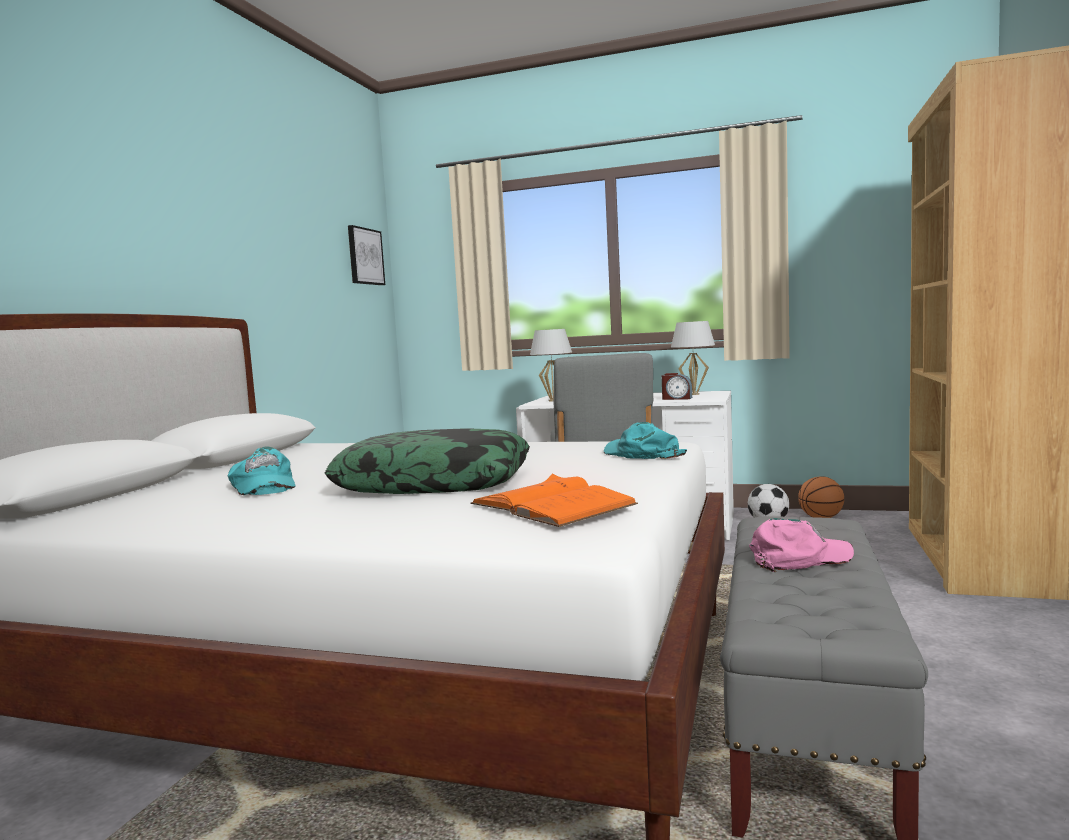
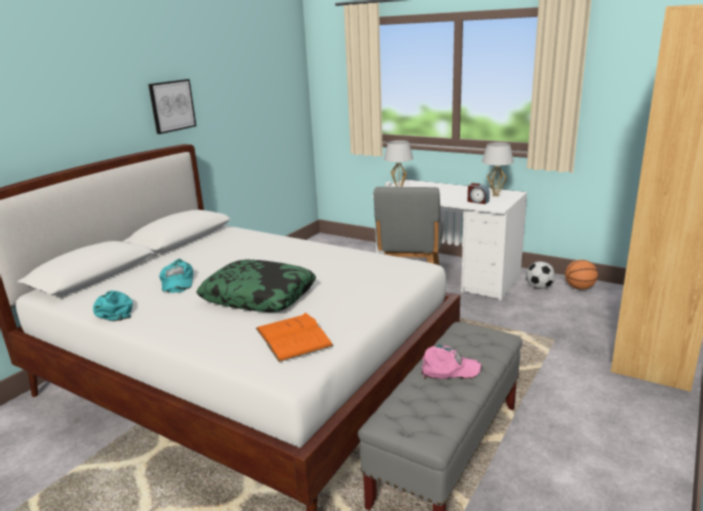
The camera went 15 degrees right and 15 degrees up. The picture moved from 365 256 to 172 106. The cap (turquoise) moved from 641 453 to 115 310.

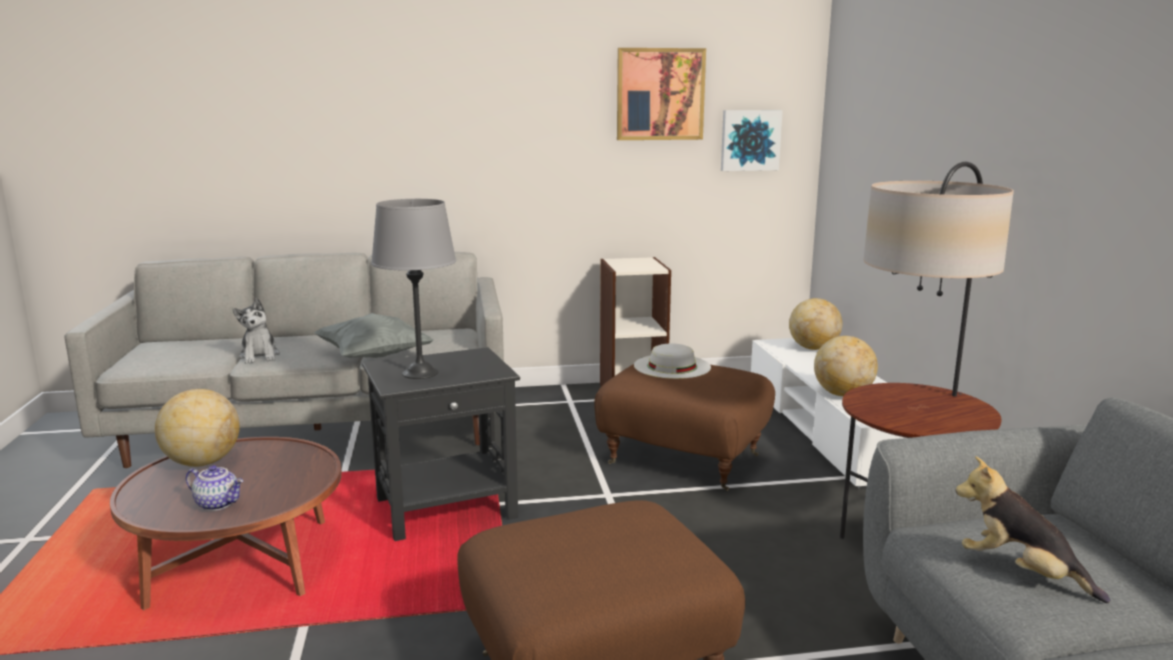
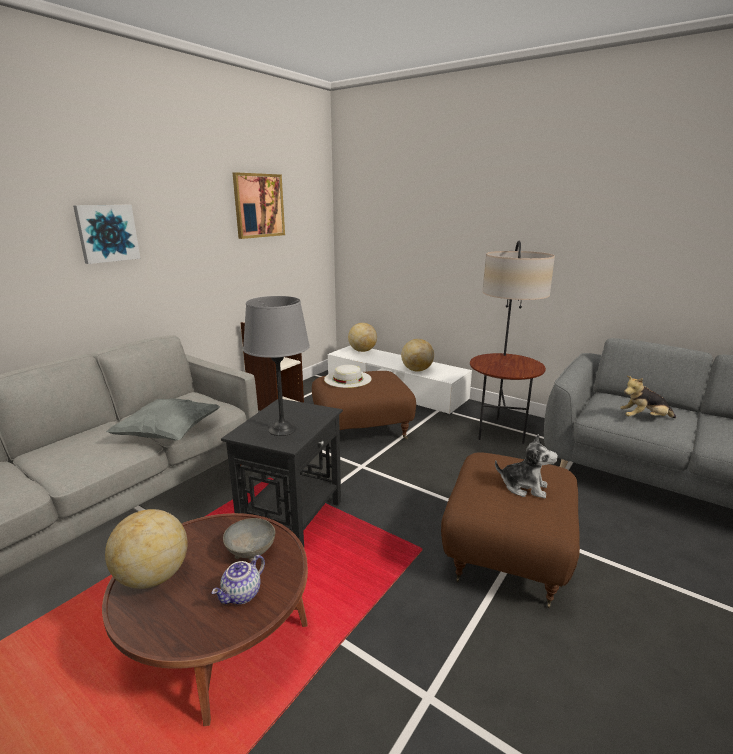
The camera went 45 degrees left and 5 degrees up. The bowl (grey) at 251 552 appeared. The plush toy moved from 260 356 to 524 487. The picture moved from 750 140 to 107 233. The teapot at 218 503 turned 150 degrees clockwise.

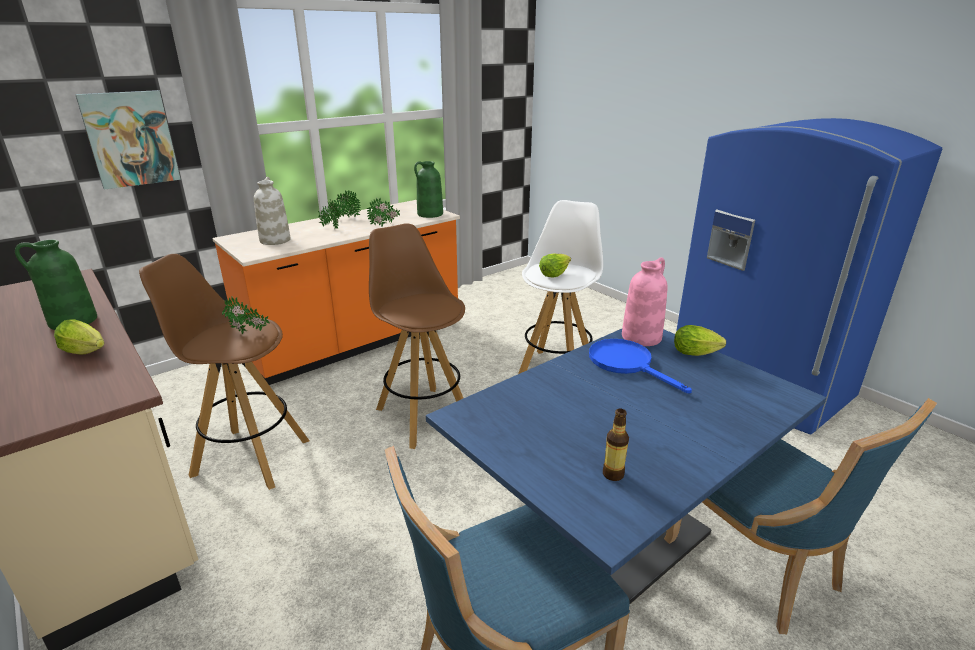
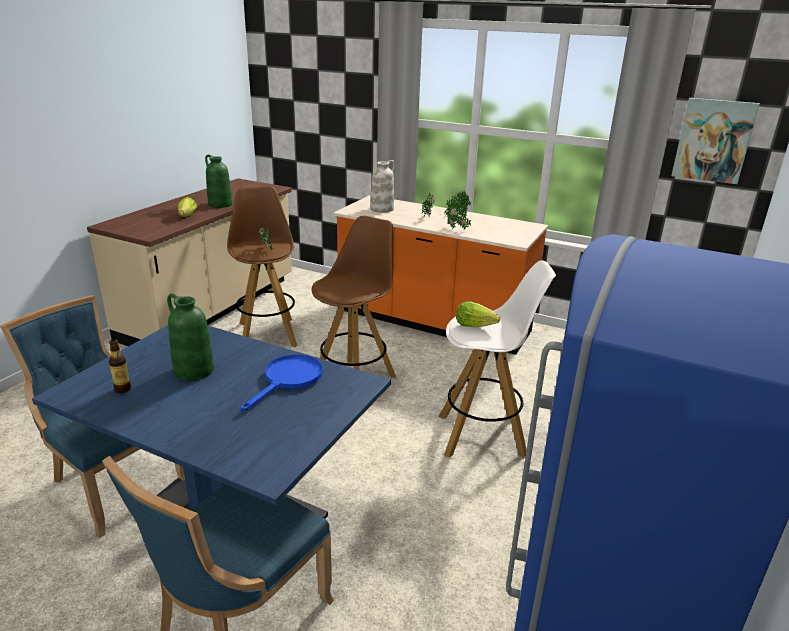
The camera went 65 degrees right and 0 degrees up. The vase (pink) at 641 337 disappeared. The lettuce at 697 354 disappeared. The picture moved from 130 139 to 713 140. The vase (green) moved from 430 214 to 193 370.

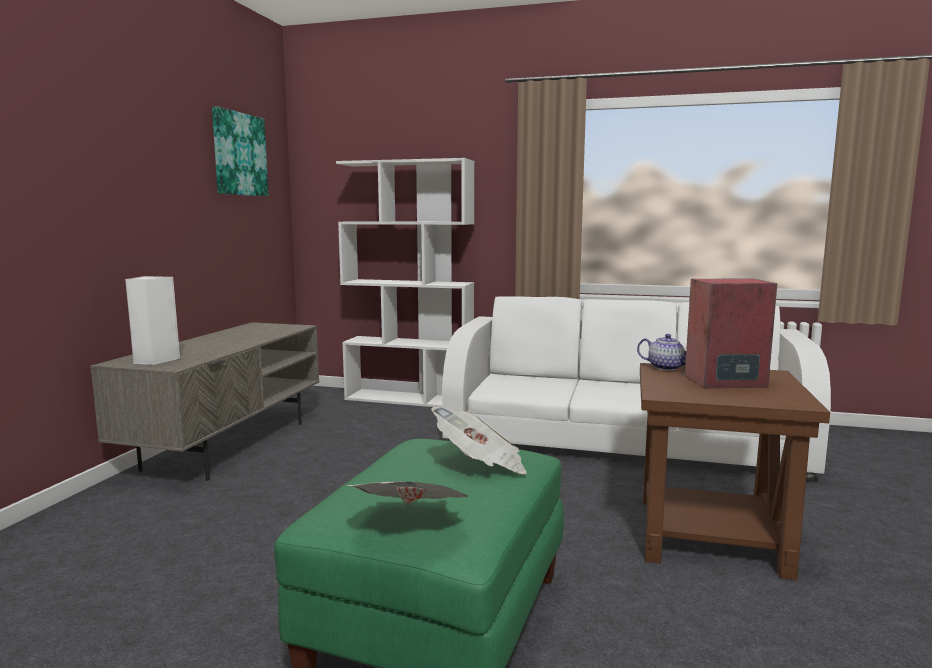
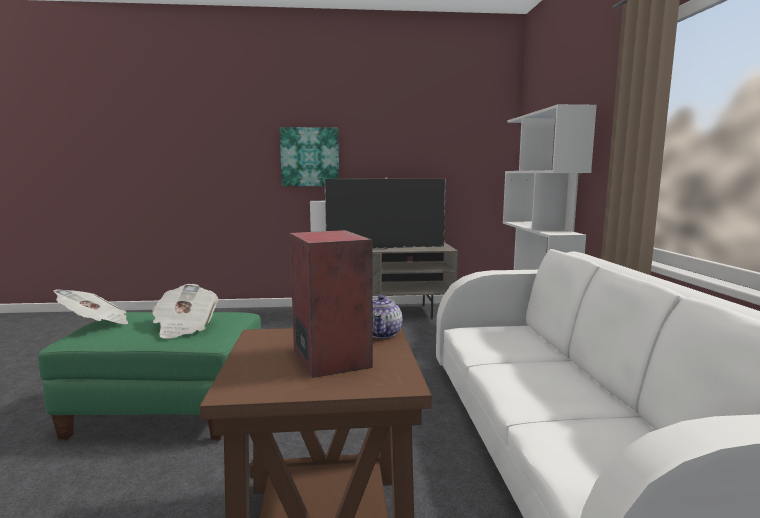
The camera went 70 degrees right and 0 degrees up. The television at 385 248 appeared. The picture moved from 239 154 to 310 157.

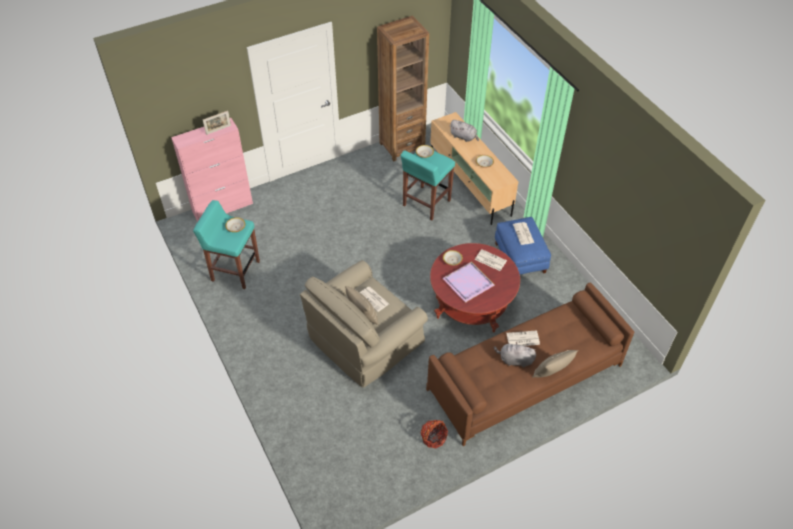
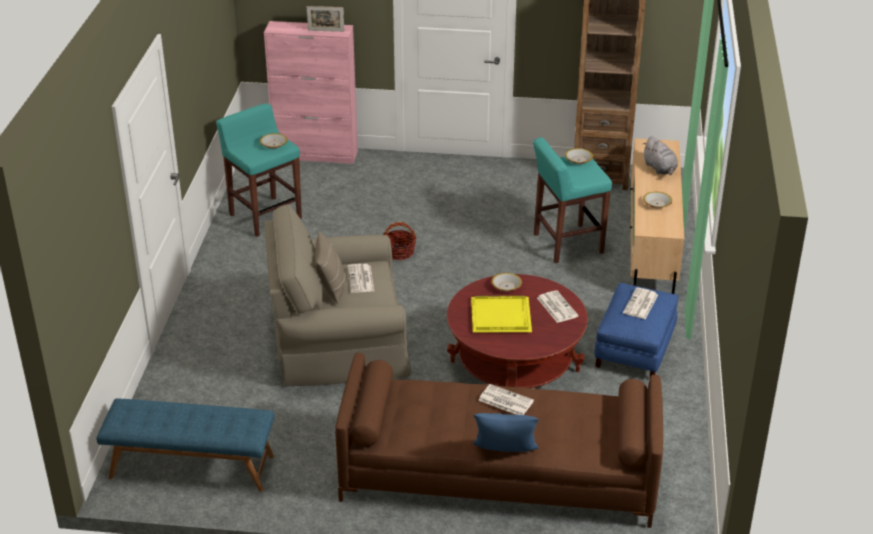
The camera went 35 degrees right and 15 degrees down. The plush toy (grey) at 514 360 disappeared. The bench (blue) at 191 467 appeared. The basket moved from 433 437 to 399 252. The tray (purple) at 468 283 became the tray (yellow) at 499 317. The pillow (beige) at 551 373 became the pillow (blue) at 505 452.

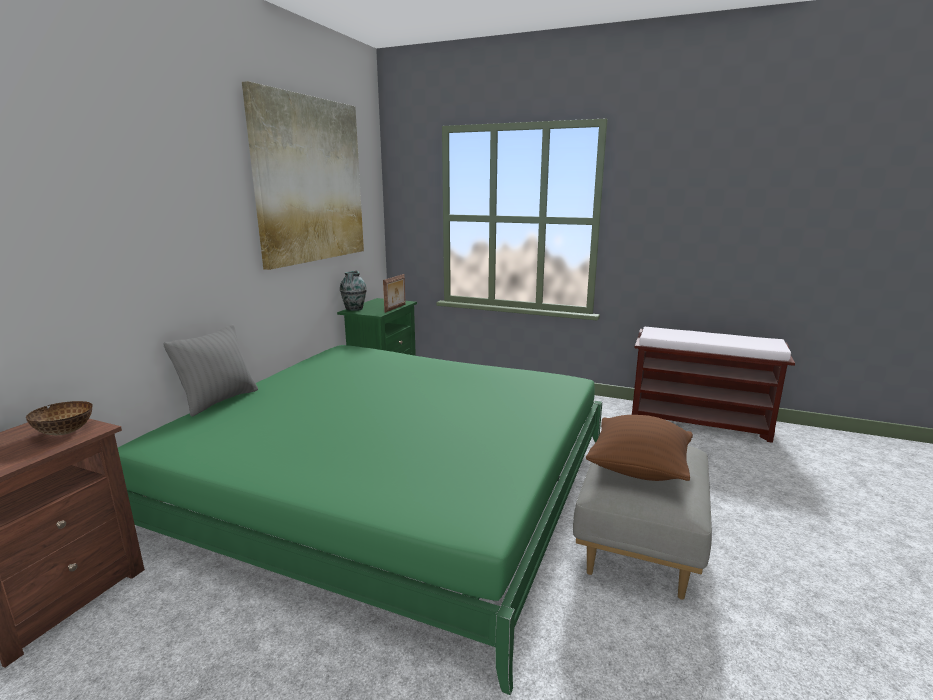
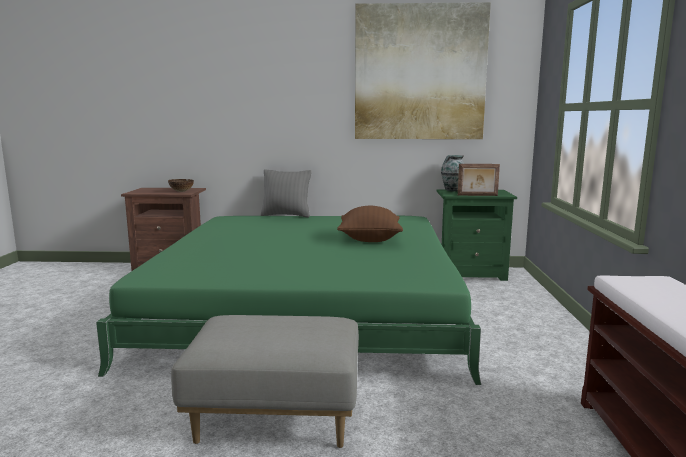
The camera went 70 degrees right and 5 degrees down. The pillow (brown) moved from 638 469 to 370 239.

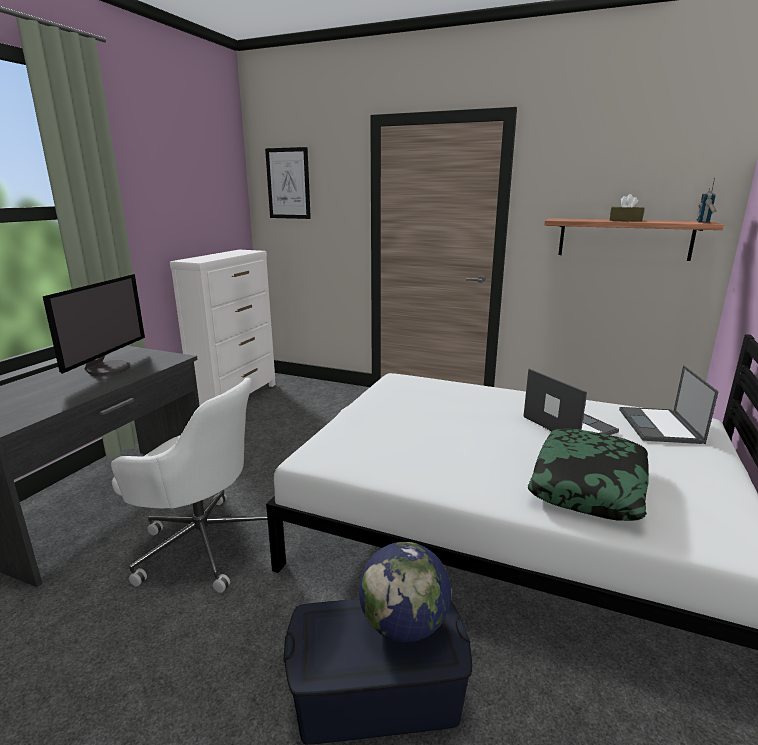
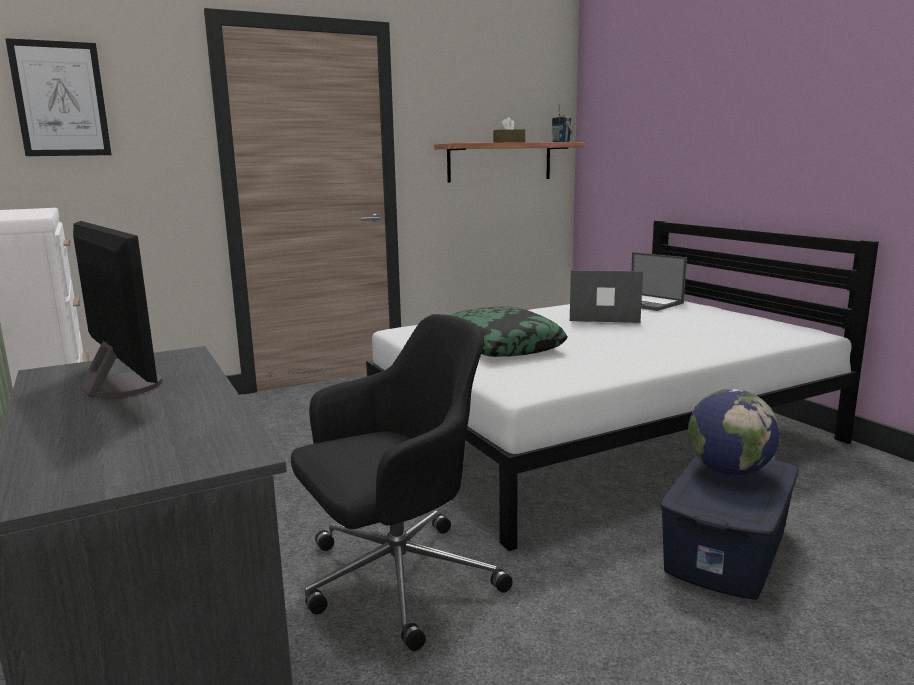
The camera went 50 degrees left and 5 degrees down. The pillow moved from 589 485 to 502 345. The office chair (white) at 202 543 became the office chair (black) at 395 580.

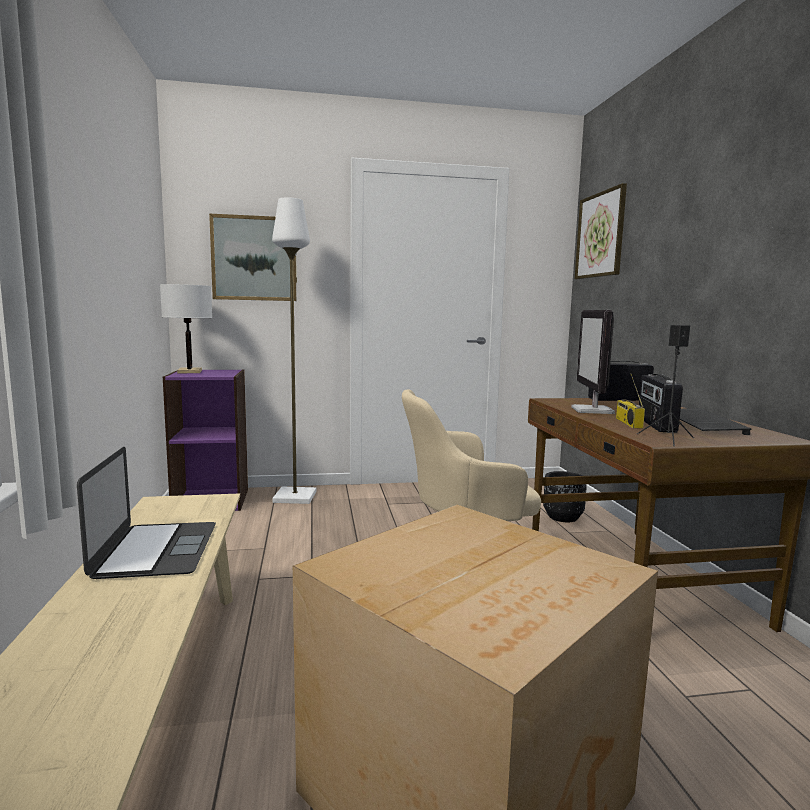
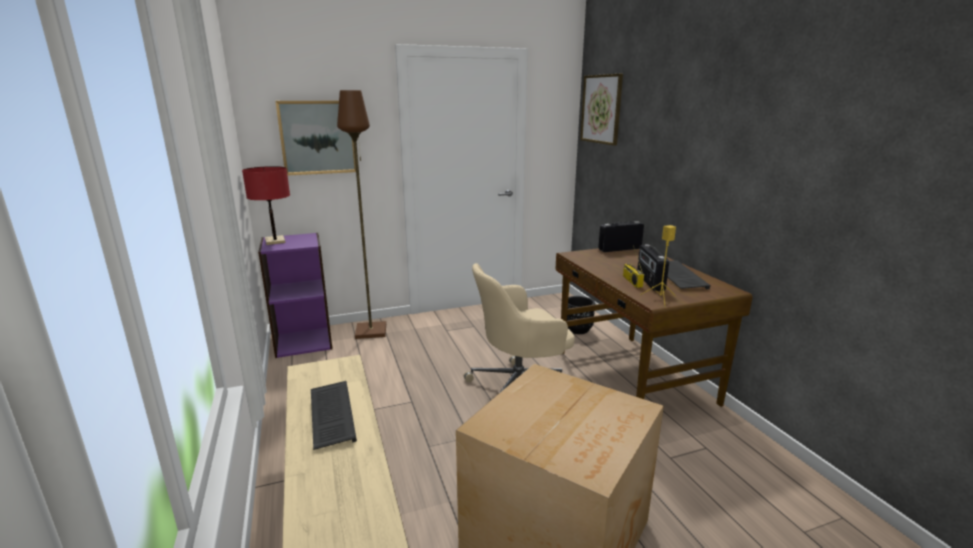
The camera went 10 degrees left and 10 degrees up. The monitor at 592 411 disappeared. The laptop at 156 549 was replaced by the keyboard at 330 414. The table lamp (white) at 189 371 became the table lamp (red) at 275 241. The floor lamp (white) at 295 497 became the floor lamp (brown) at 371 331. The speaker (black) at 668 439 became the speaker (yellow) at 660 299.

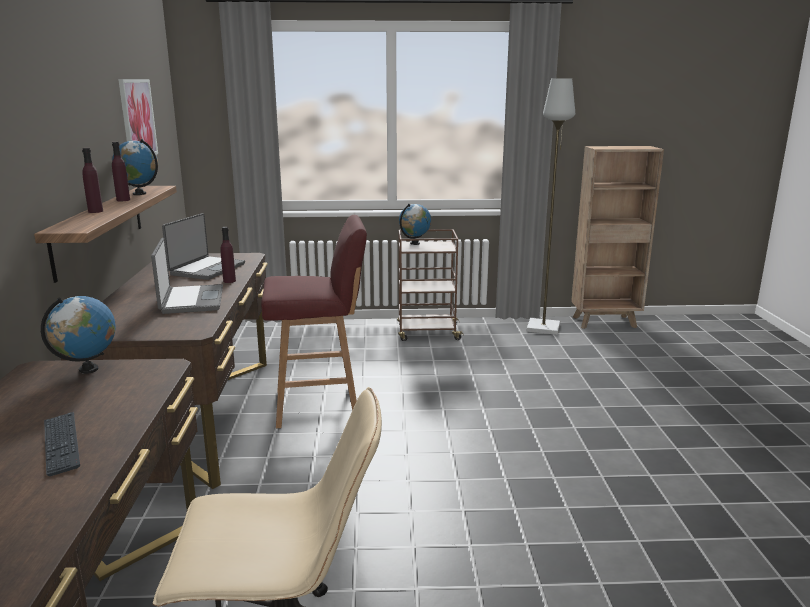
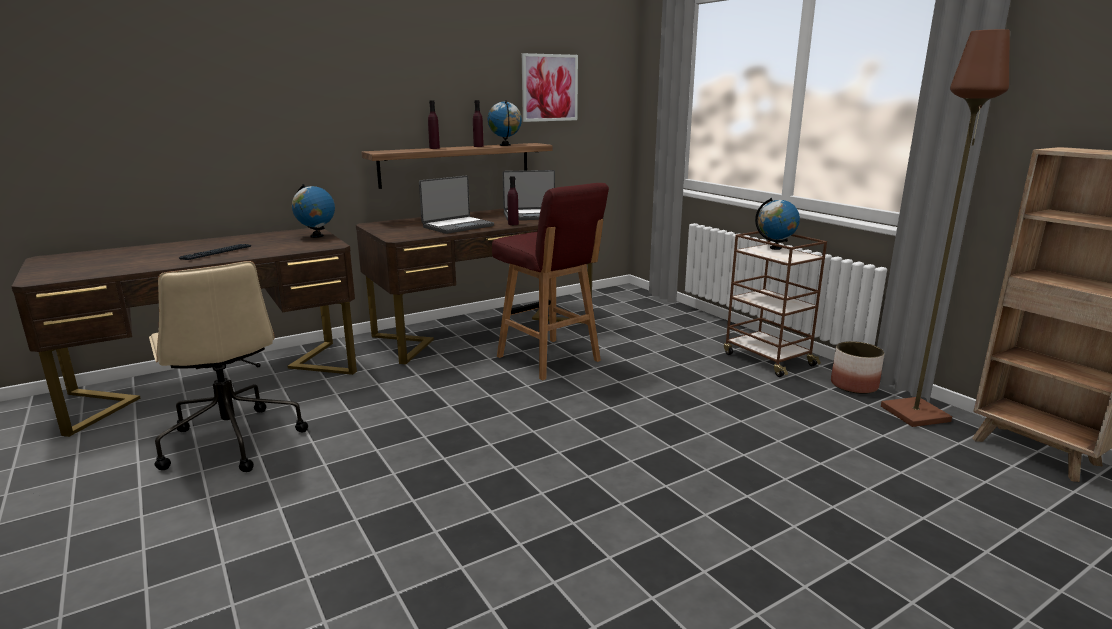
The camera went 60 degrees right and 0 degrees up. The planter at 854 385 appeared. The floor lamp (grey) at 544 327 became the floor lamp (brown) at 916 414.

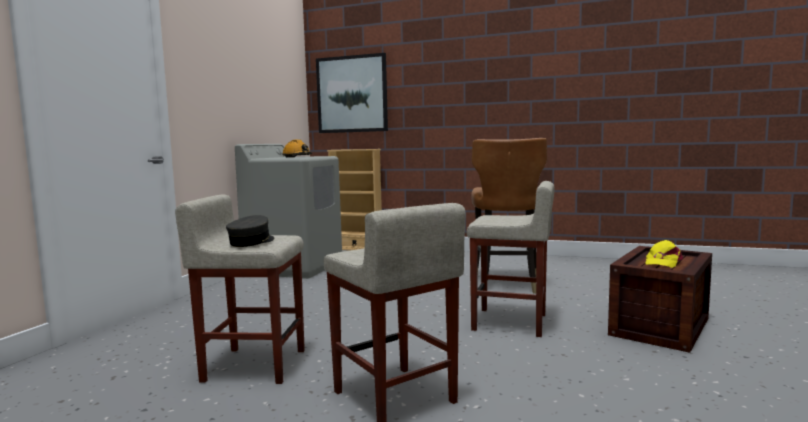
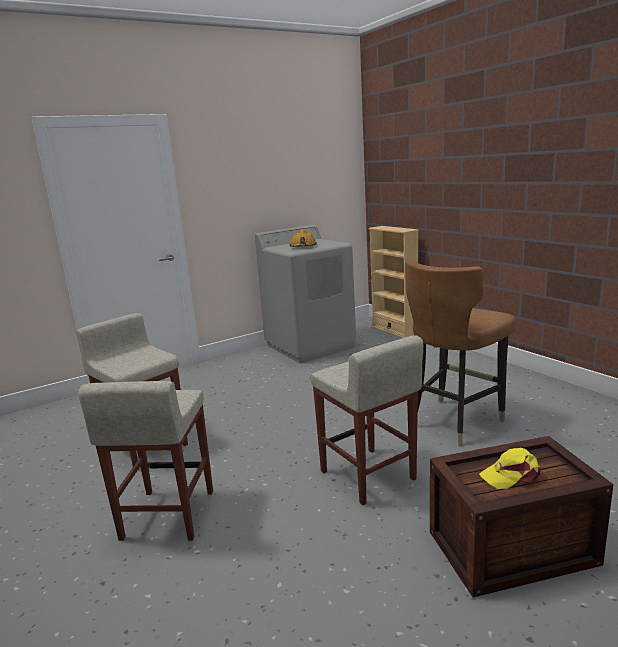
The camera went 40 degrees right and 10 degrees up. The cap (grey) at 251 242 disappeared. The picture at 352 94 disappeared.

